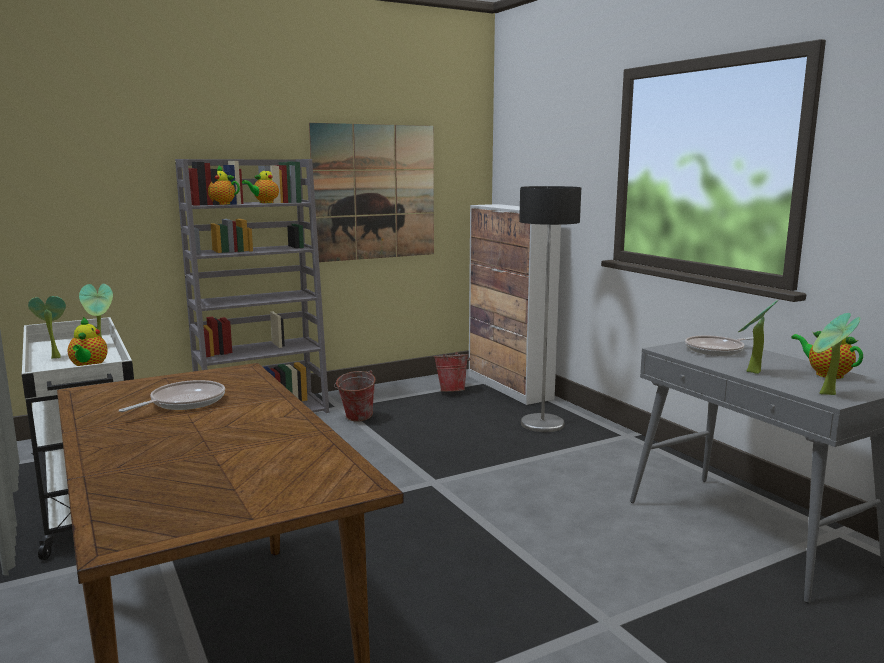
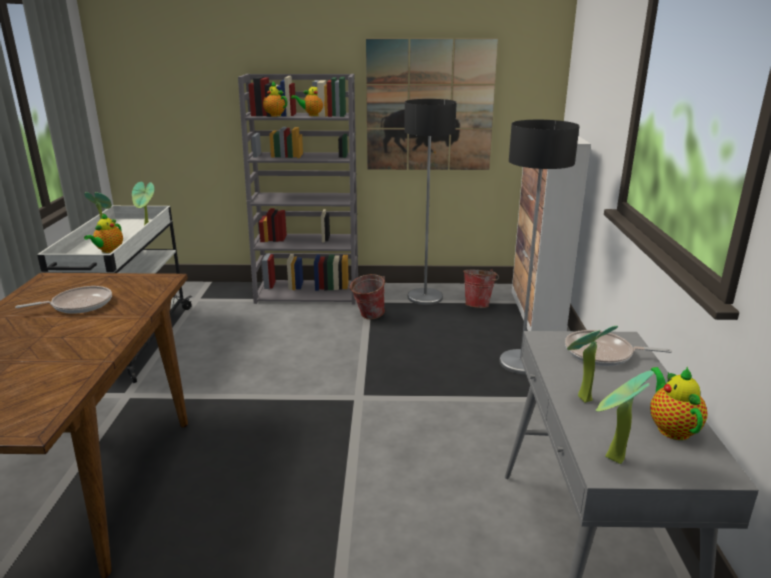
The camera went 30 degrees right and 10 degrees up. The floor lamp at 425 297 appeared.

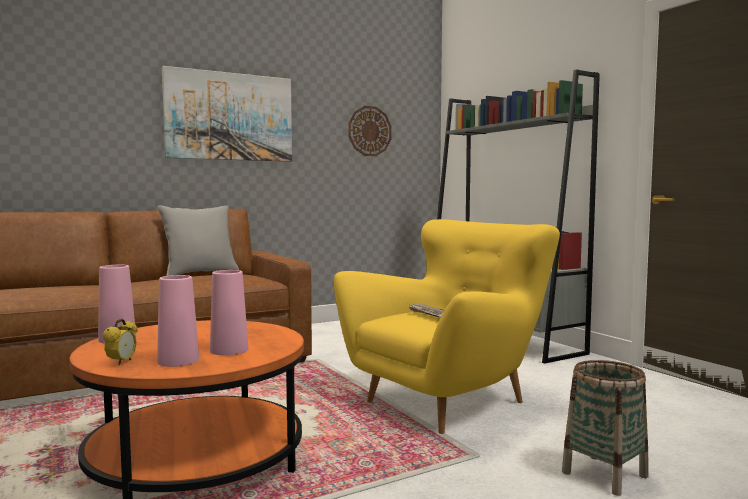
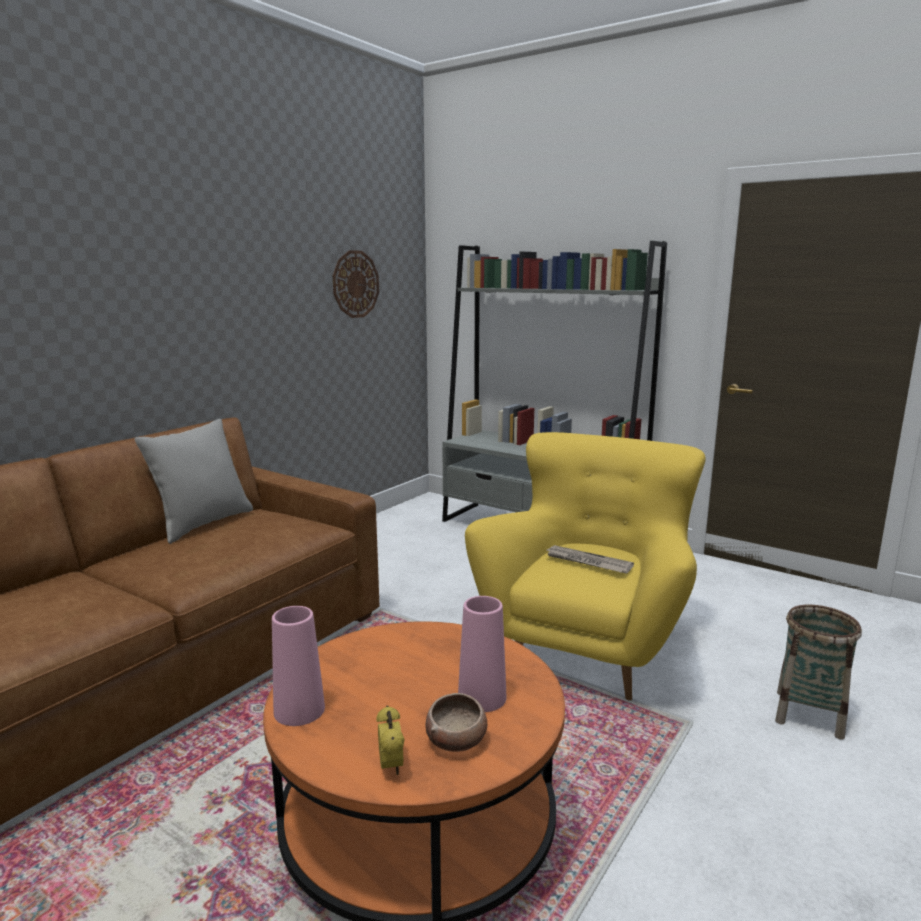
The camera went 25 degrees left and 10 degrees up. The picture at 229 117 disappeared. The vase (pink) at 178 360 was replaced by the bowl at 457 740.

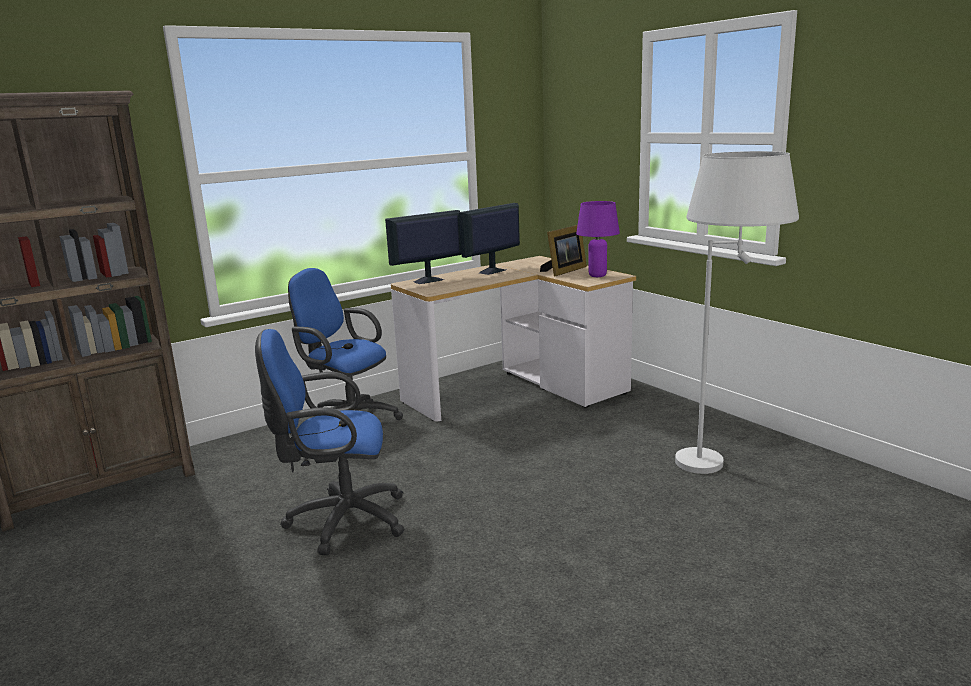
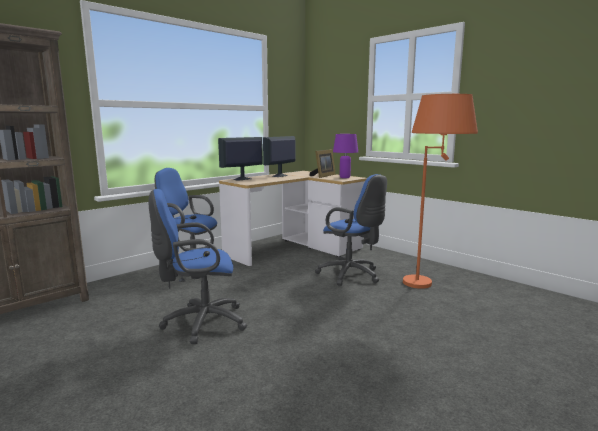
The camera went 10 degrees left and 5 degrees down. The office chair (blue) at 352 275 appeared. The floor lamp (white) at 725 462 became the floor lamp (orange) at 432 282.

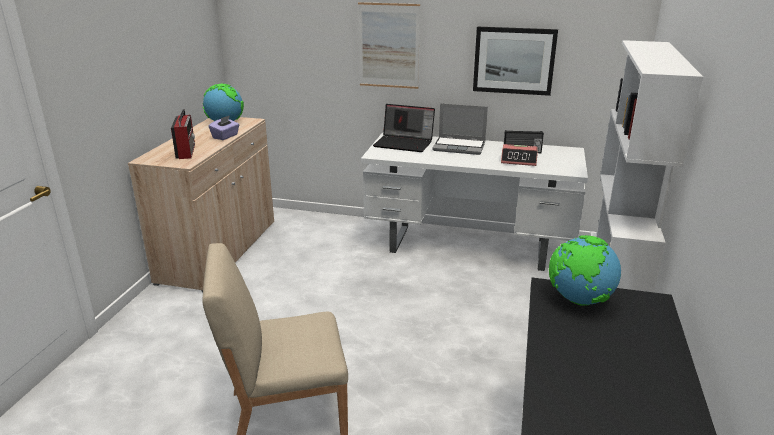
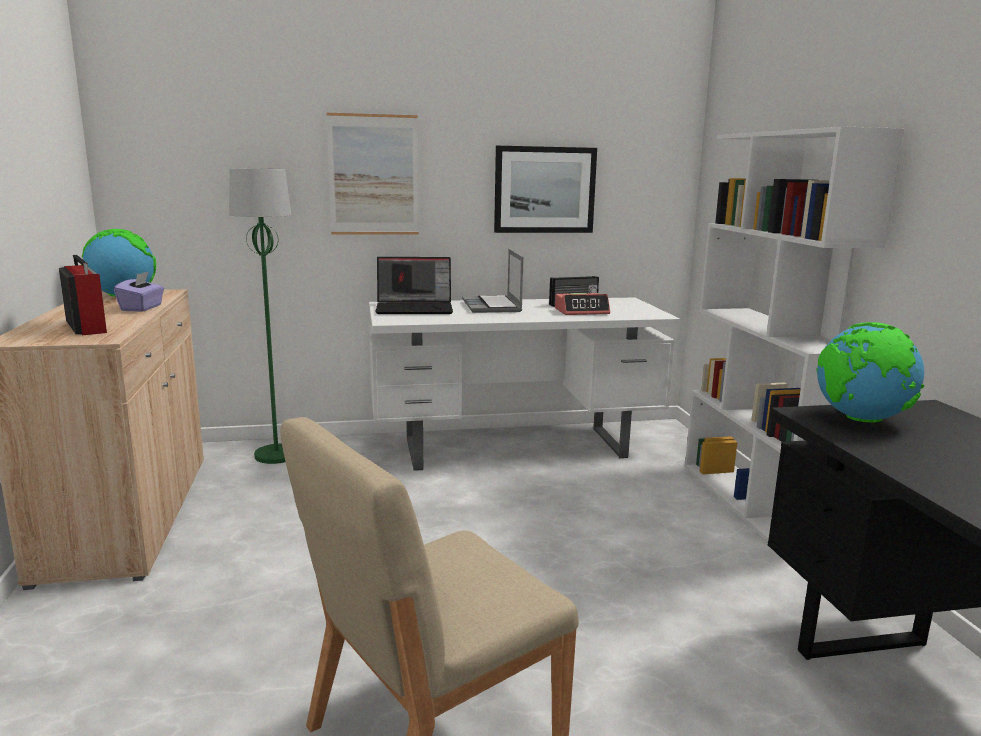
The camera went 25 degrees left and 10 degrees down. The floor lamp (green) at 276 455 appeared. The laptop at 460 147 turned 90 degrees clockwise.

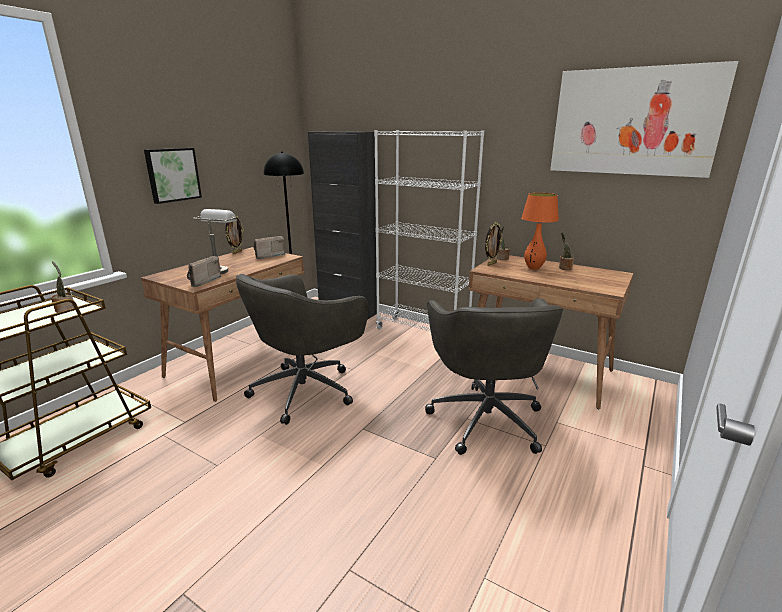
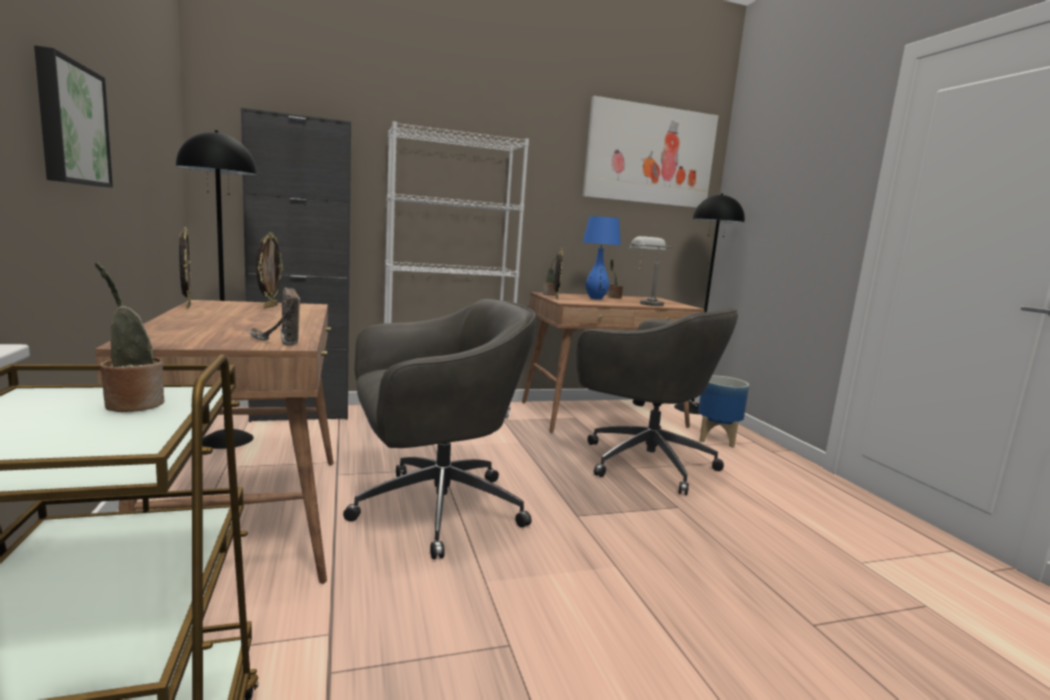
The camera went 50 degrees left and 10 degrees down. The floor lamp (black) at 691 408 appeared. The planter at 717 439 appeared. The table lamp (grey) moved from 221 269 to 645 303. The radio at 268 256 was replaced by the picture frame at 269 306. The table lamp (orange) at 533 268 became the table lamp (blue) at 595 298. The office chair (grey) at 306 390 turned 105 degrees counterclockwise.

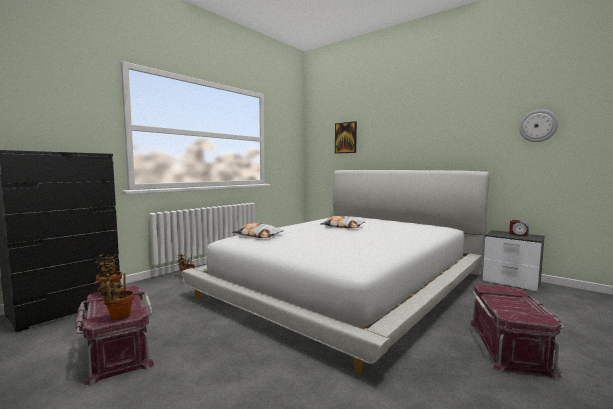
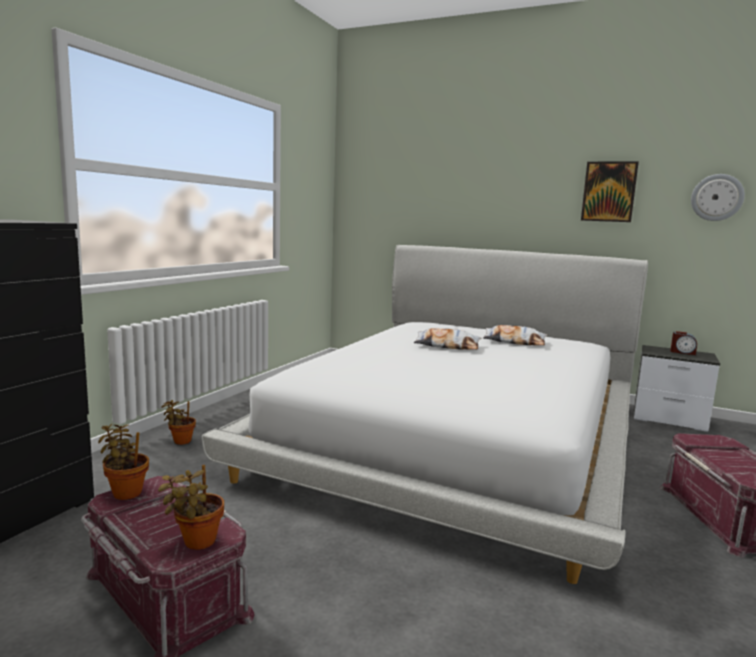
The camera went 15 degrees left and 5 degrees up. The pillow moved from 258 235 to 514 342. The picture moved from 345 137 to 609 191.

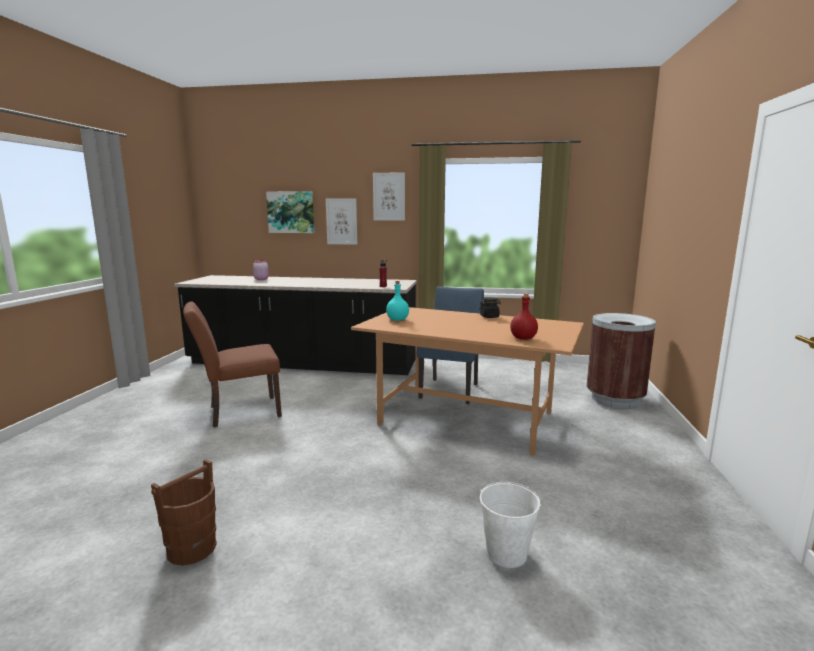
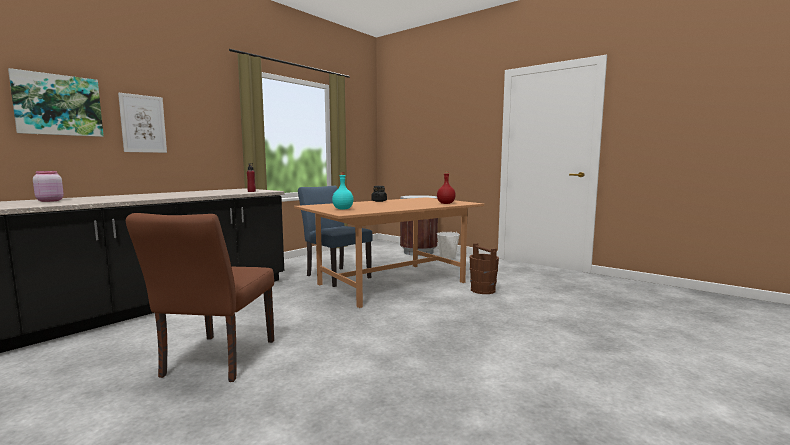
The camera went 60 degrees left and 5 degrees down. The picture at 389 196 disappeared. The bucket (brown) moved from 191 549 to 483 290. The bucket (white) moved from 506 554 to 447 257.

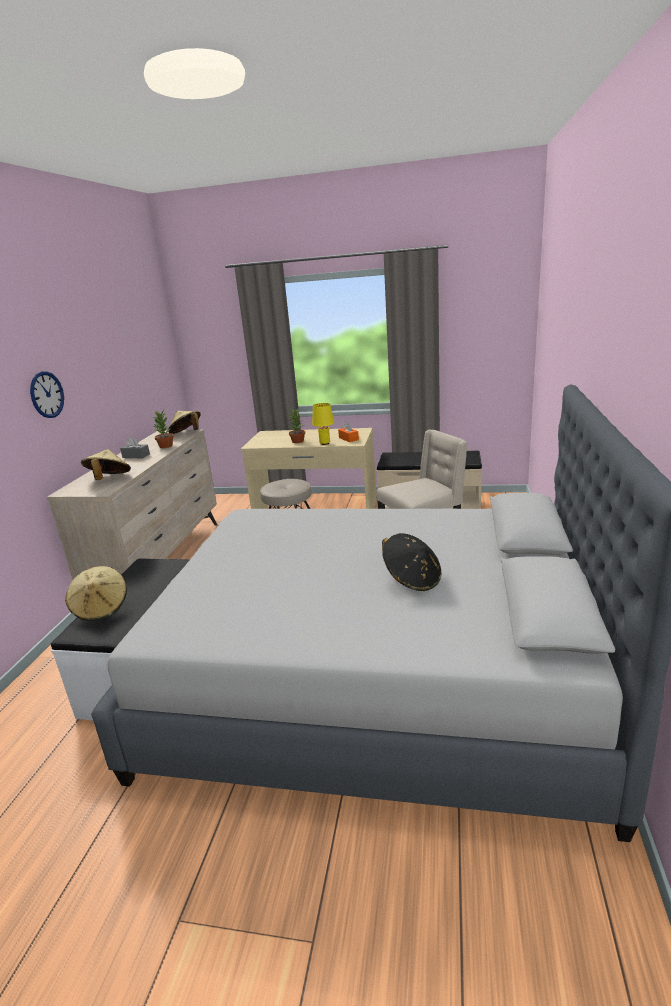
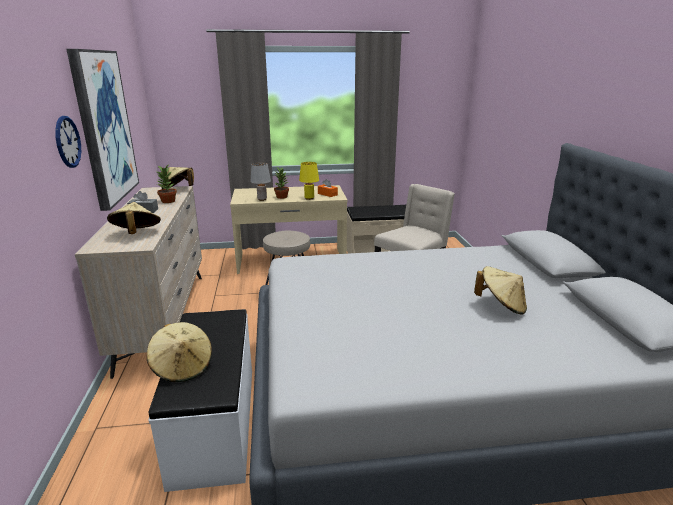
The camera went 20 degrees left and 0 degrees up. The picture at 104 127 appeared. The table lamp (grey) at 262 199 appeared. The hat (black) at 412 579 became the hat (beige) at 501 306.

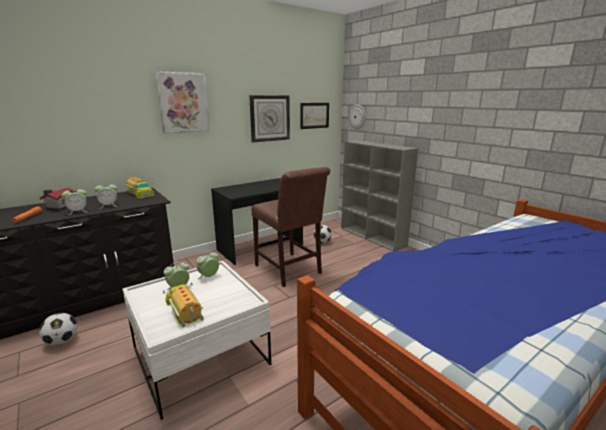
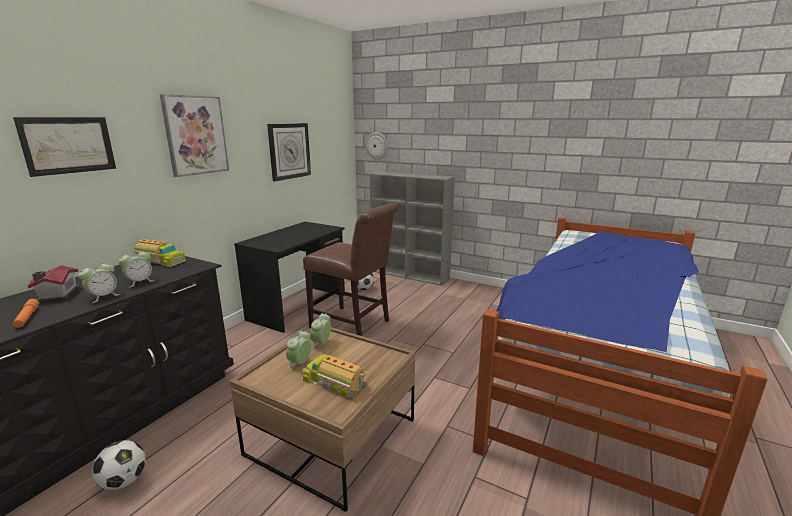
The camera went 25 degrees left and 0 degrees up. The picture moved from 314 115 to 69 145. The coffee table (white) at 200 356 became the coffee table (brown) at 332 437.

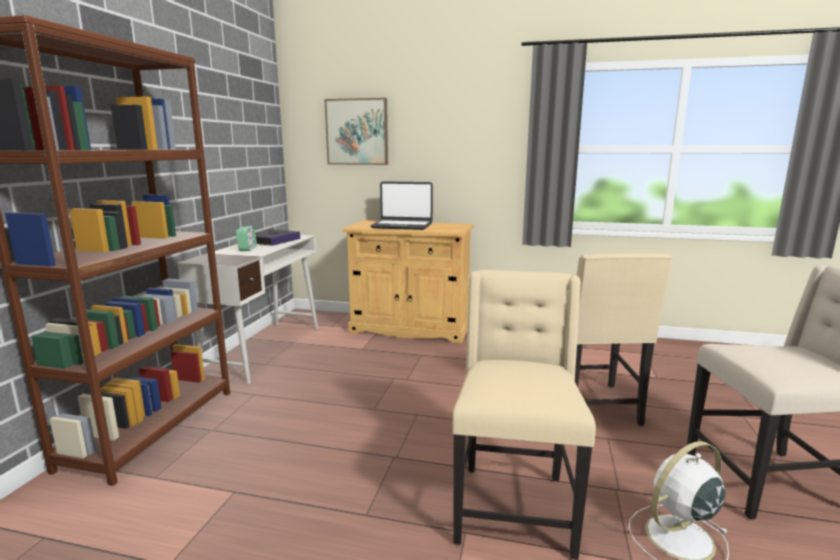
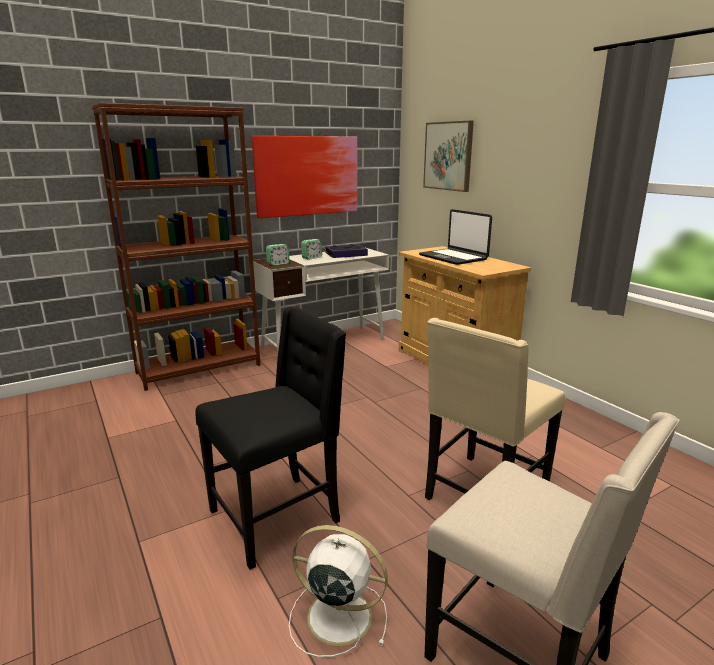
The camera went 45 degrees right and 5 degrees up. The picture at 307 176 appeared. The alarm clock at 278 264 appeared. The chair (beige) at 513 506 became the chair (black) at 277 517.

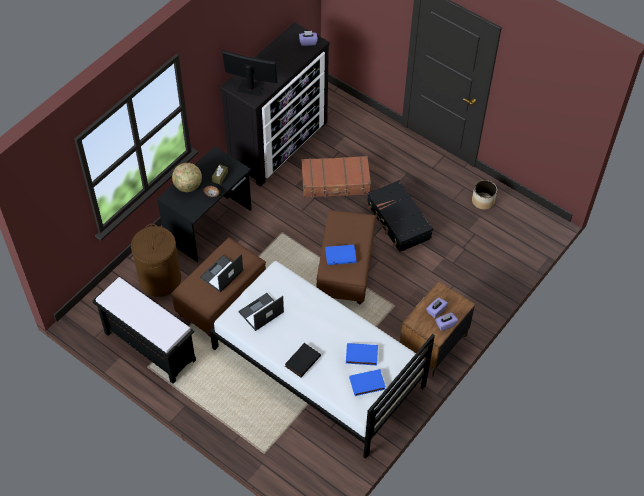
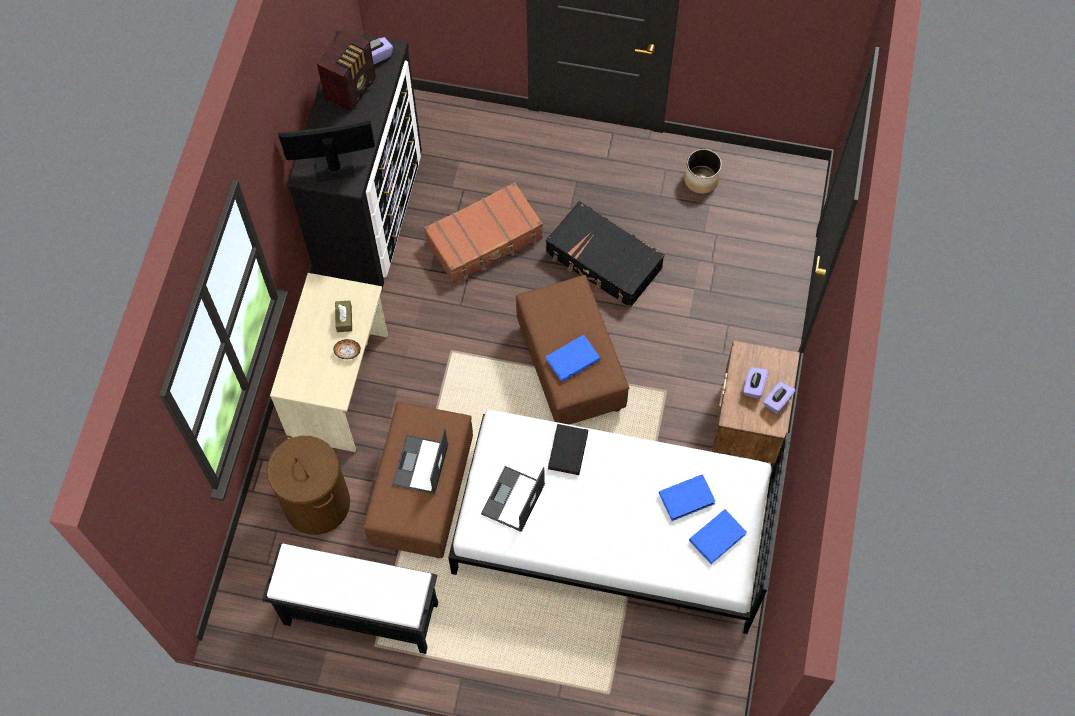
The camera went 25 degrees left and 10 degrees up. The globe at 188 186 disappeared. The radio at 352 88 appeared. The book (black) moved from 302 360 to 566 450. The desk (black) at 209 225 became the desk (beige) at 340 385.

